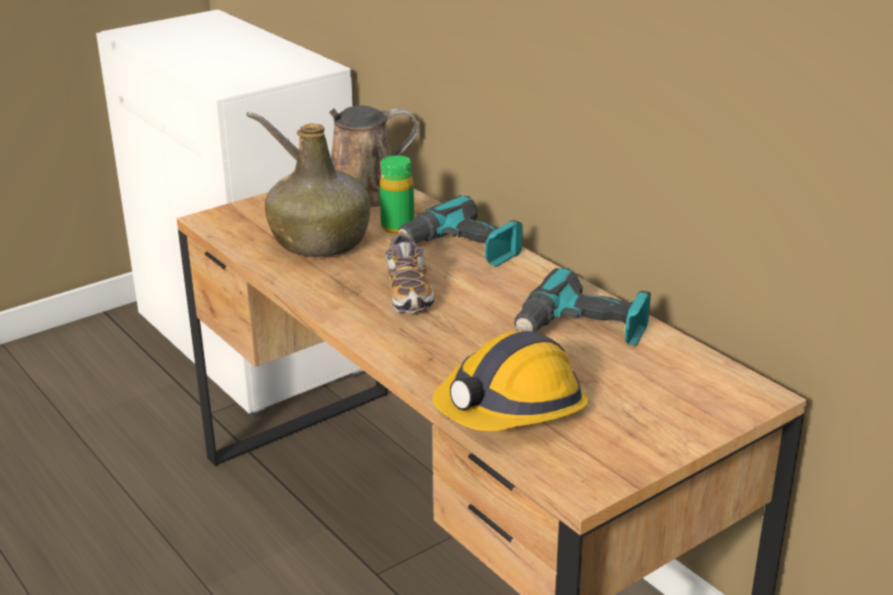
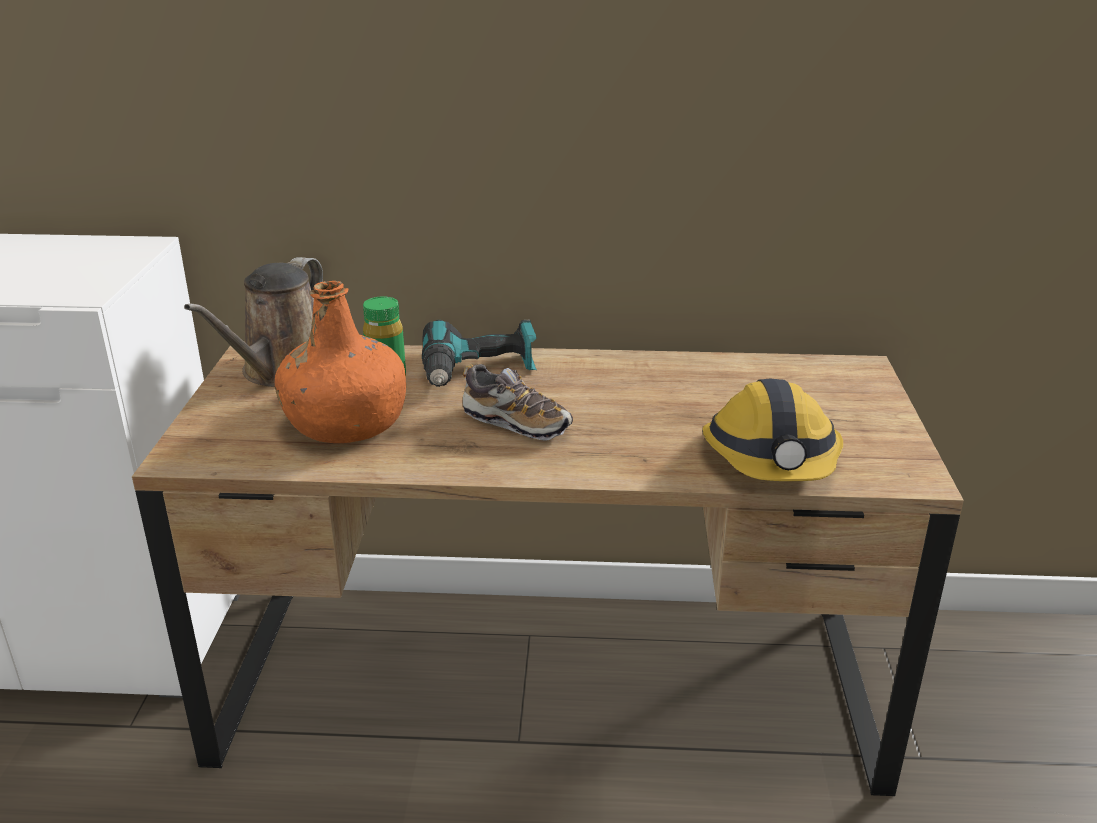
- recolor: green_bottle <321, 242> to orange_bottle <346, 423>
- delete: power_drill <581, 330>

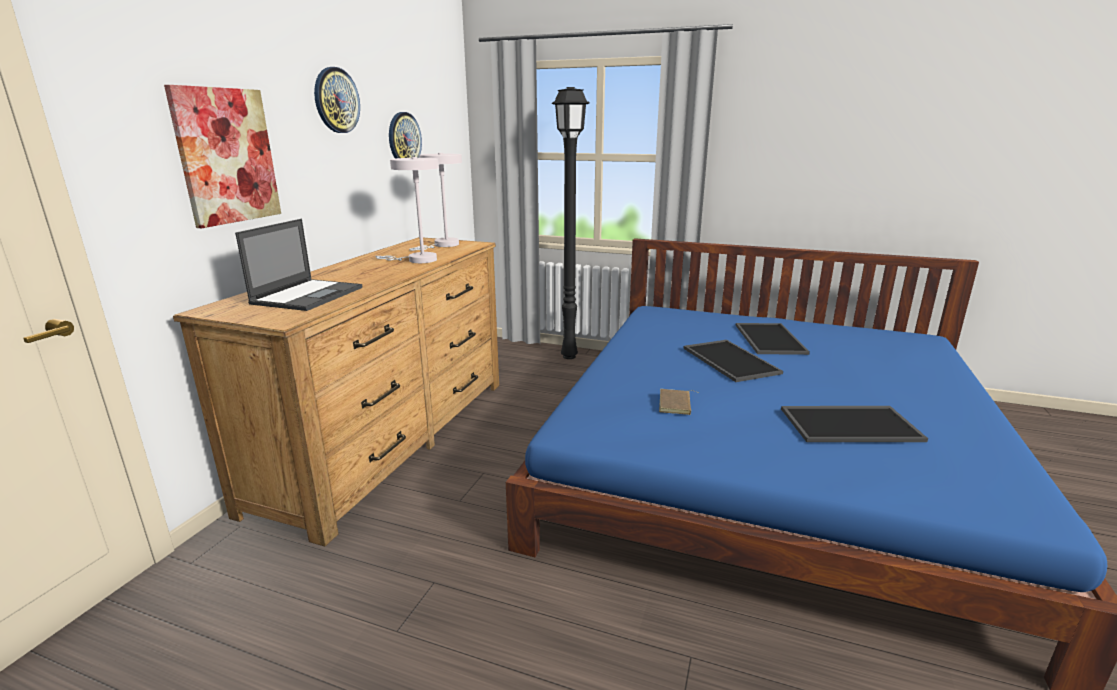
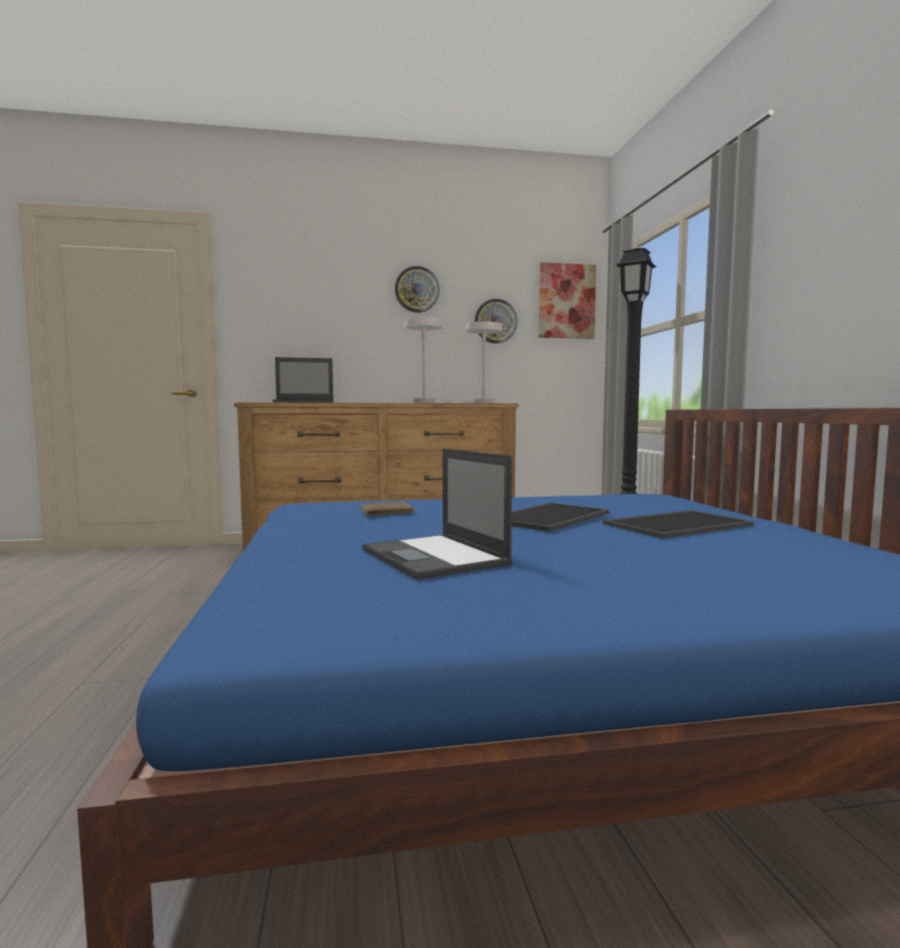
- move: picture <226, 156> to <566, 301>
- replace: tray <850, 424> to laptop <435, 557>

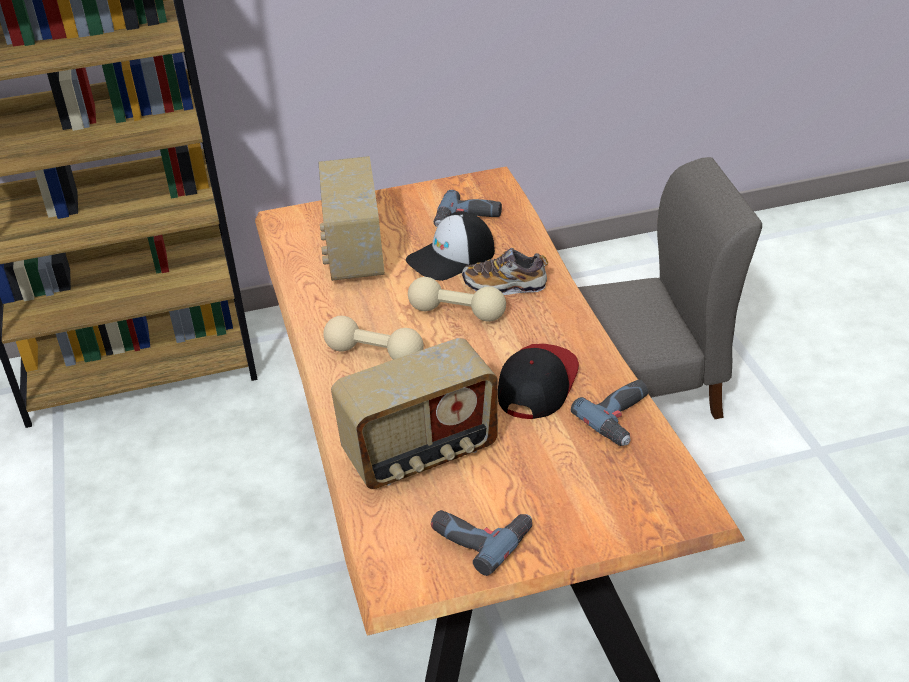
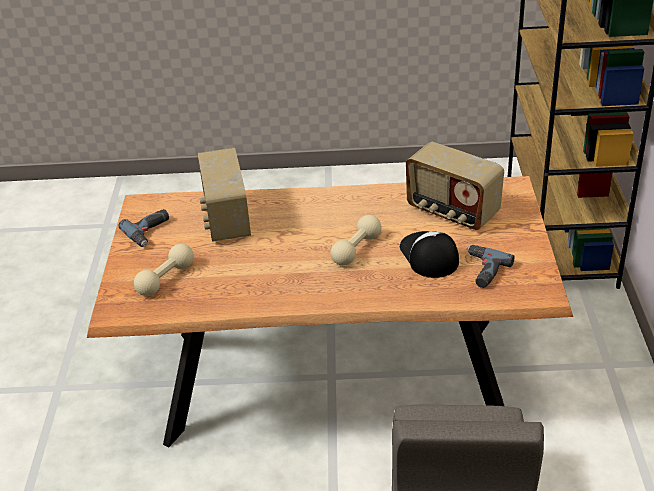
- rotate: radio <353, 254> = <452, 212> 150 degrees counterclockwise
- move: beige_dumbbell <374, 353> to <166, 279>
- delete: shoe <505, 286>
- delete: cap <536, 384>
- delete: power_drill <623, 419>

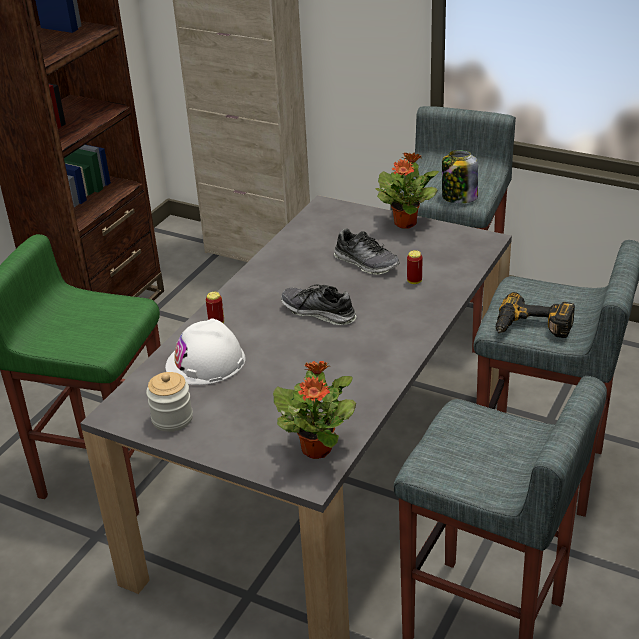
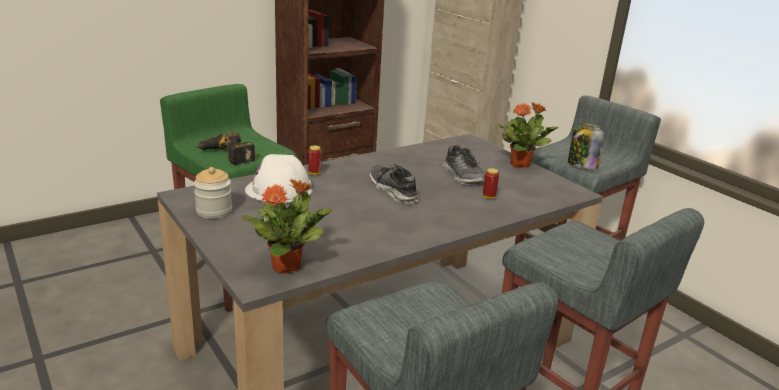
- move: power_drill <531, 328> to <226, 155>

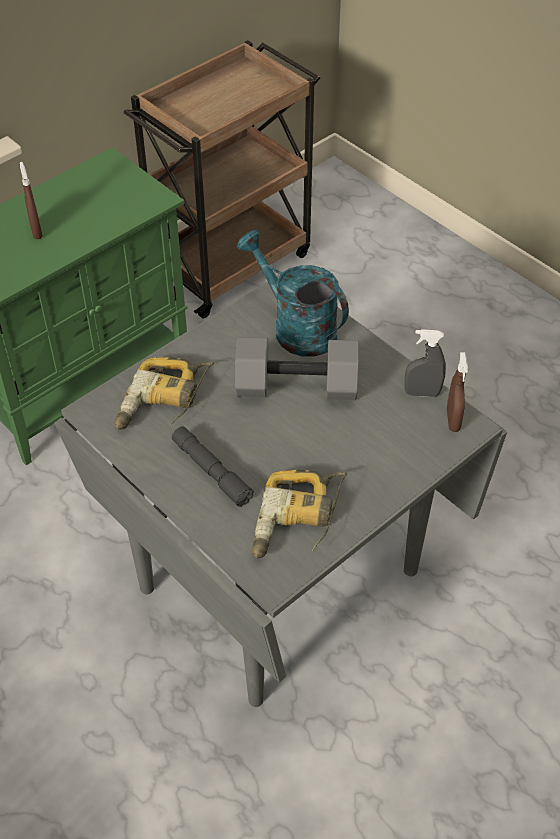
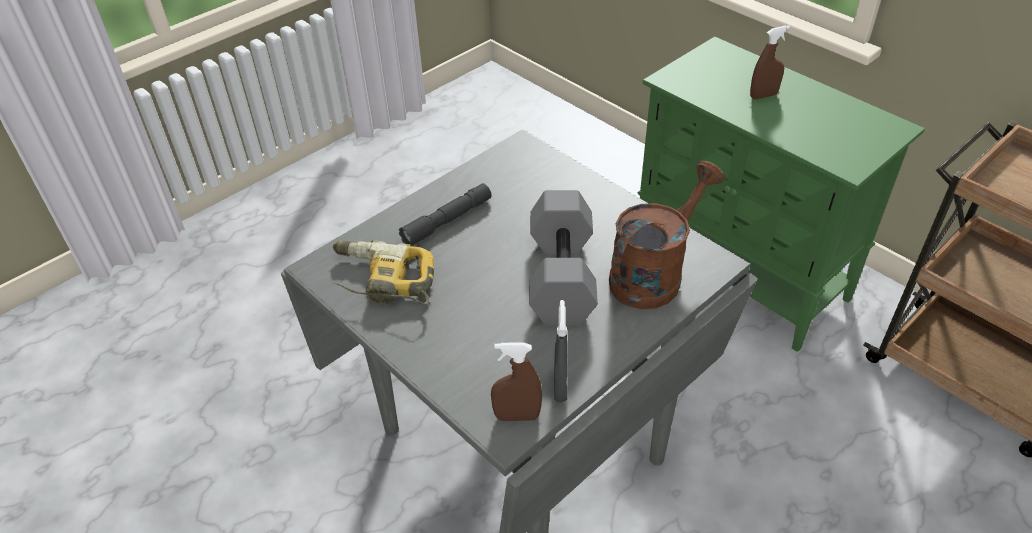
- delete: power_drill <164, 402>
- recolor: turquoise_watering_can <296, 327> to brown_watering_can <653, 274>

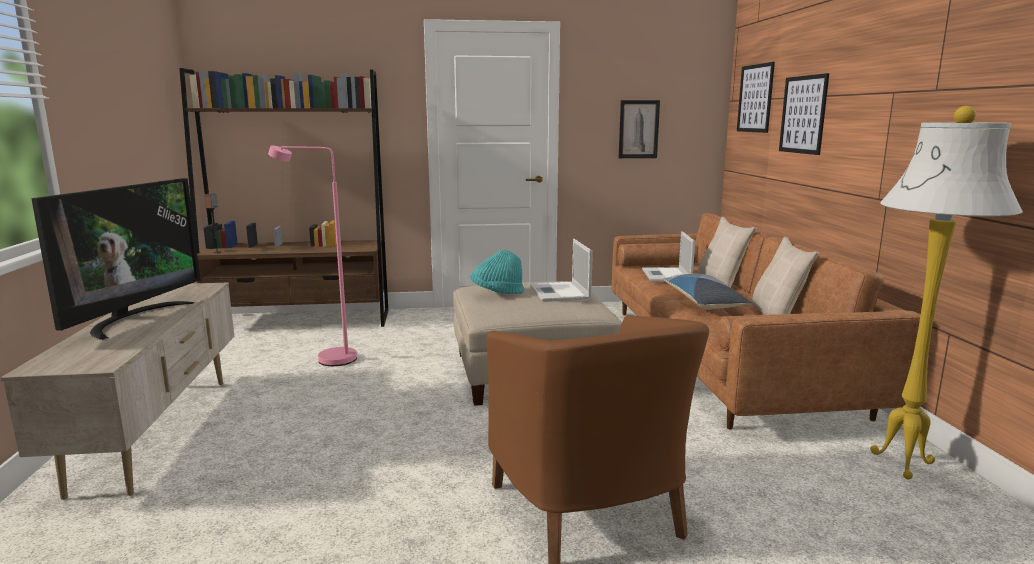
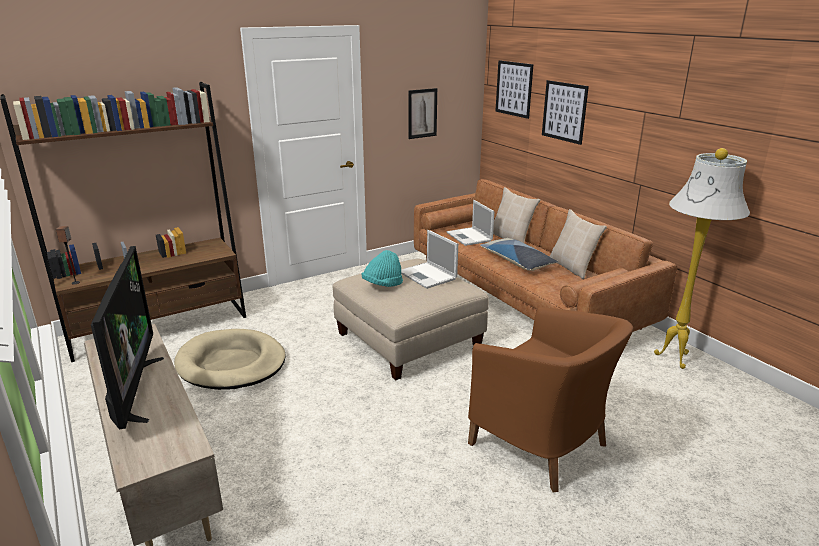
- replace: pink_floor_lamp <327, 359> to beige_dog_bed <231, 363>

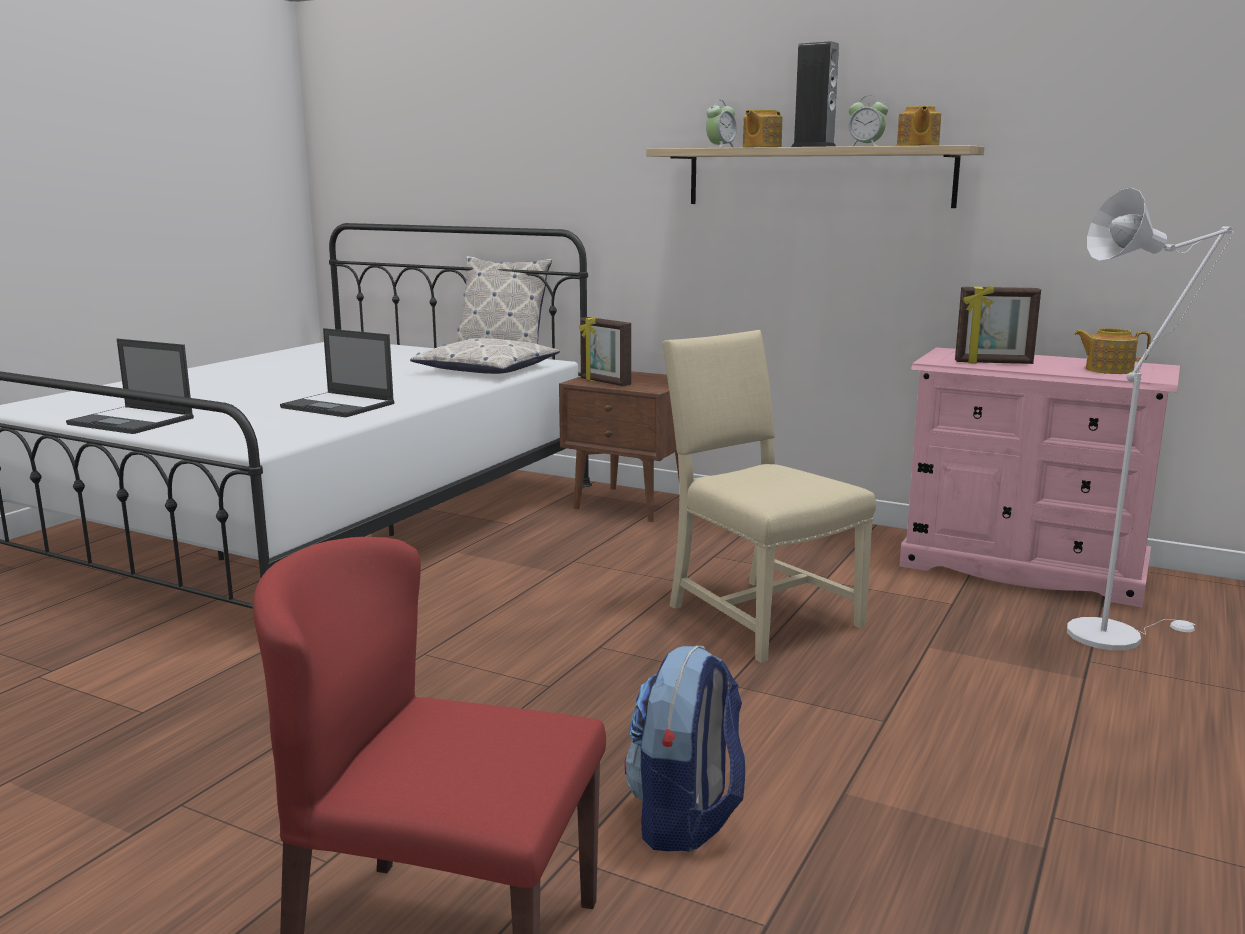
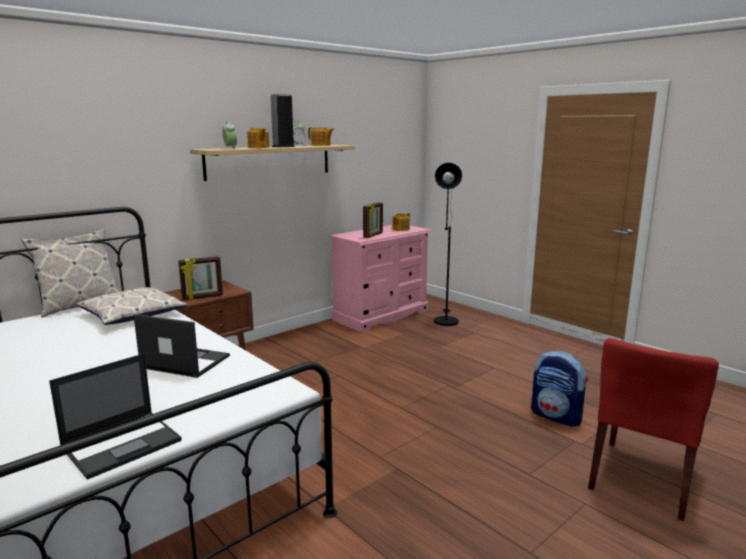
- rotate: laptop <339, 406> = <184, 362> 120 degrees counterclockwise
- delete: beige_chair <757, 615>
- recolor: white_floor_lamp <1113, 633> to black_floor_lamp <445, 320>

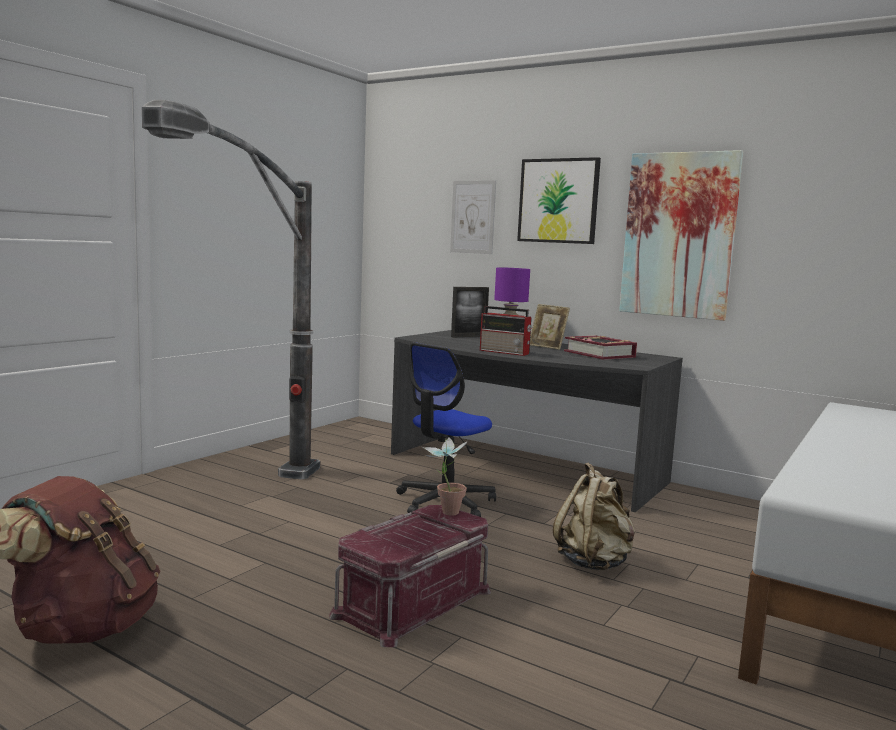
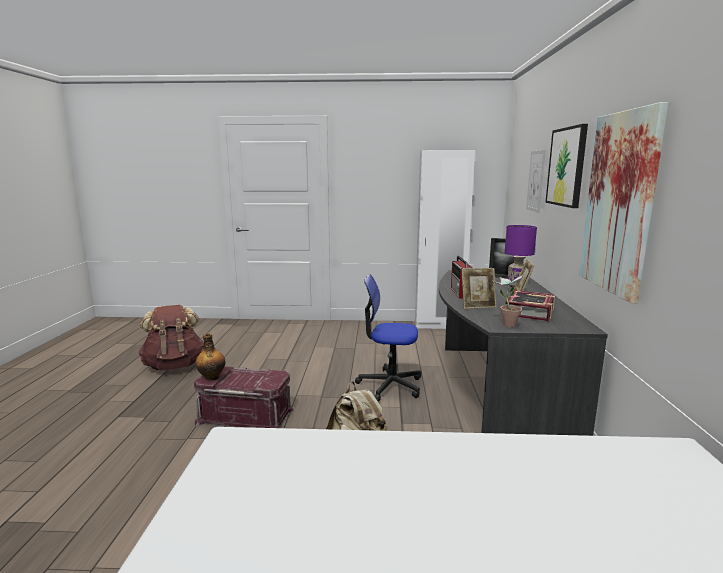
- delete: floor_lamp <250, 509>
- move: potted_plant <444, 512> to <506, 324>
- insert: bottle <212, 377>
- insert: white_wardrobe <439, 325>
- insert: picture_frame <477, 306>

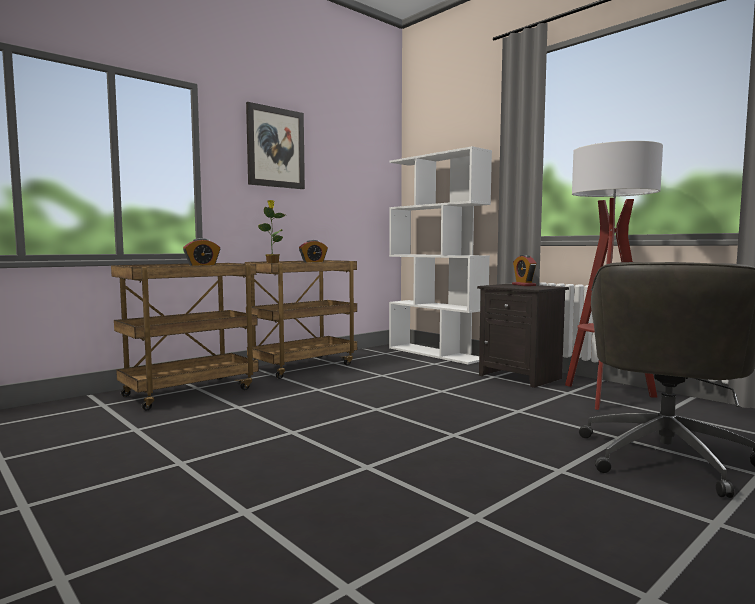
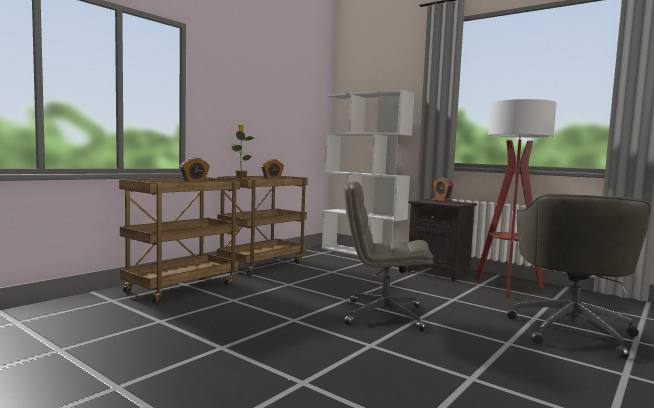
- delete: picture <275, 147>
- insert: grey_office_chair <383, 315>

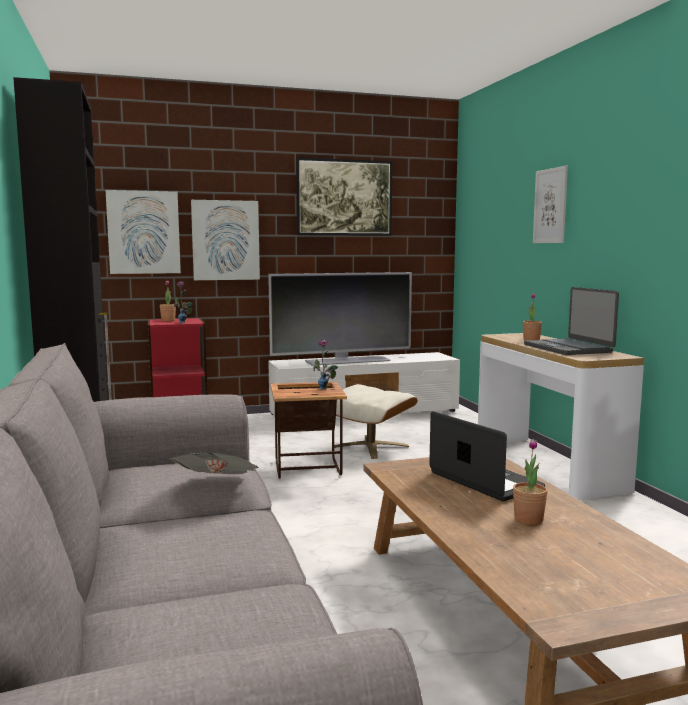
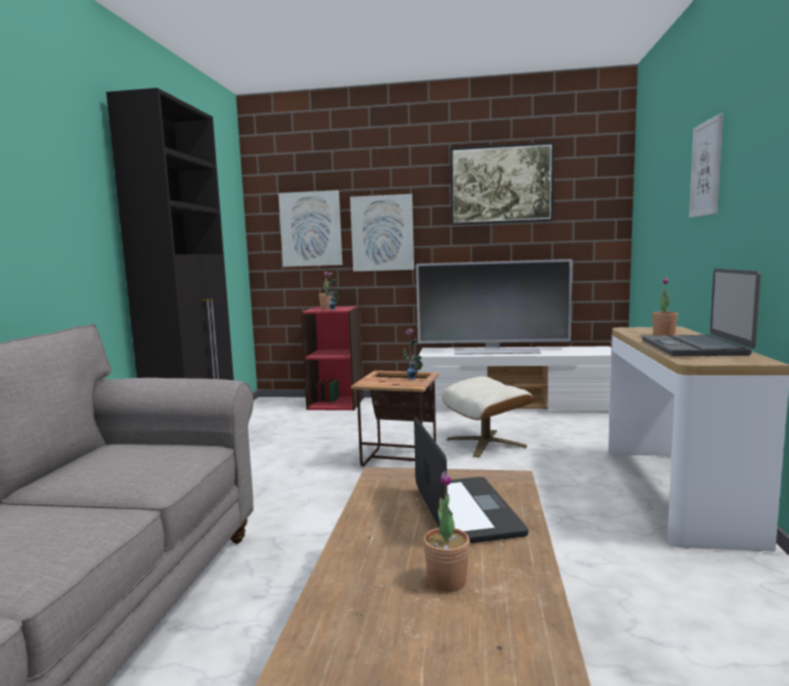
- delete: newspaper <217, 488>

